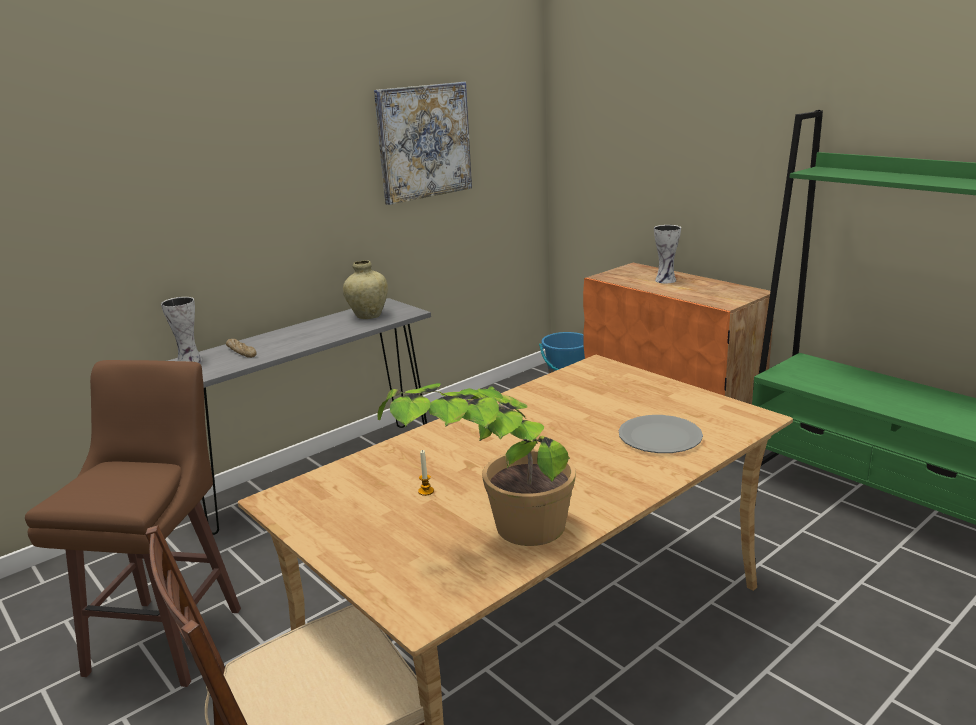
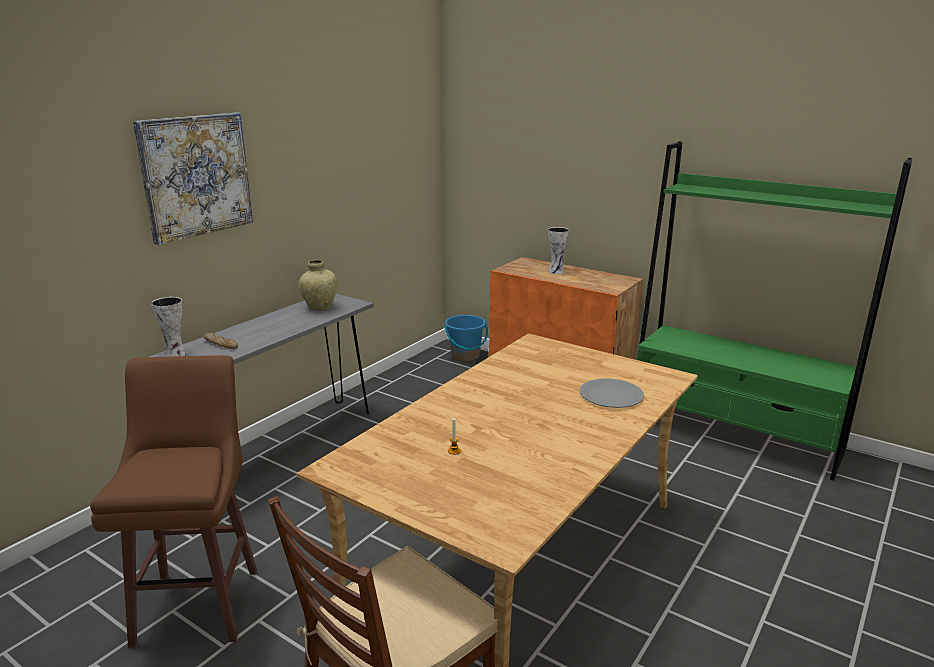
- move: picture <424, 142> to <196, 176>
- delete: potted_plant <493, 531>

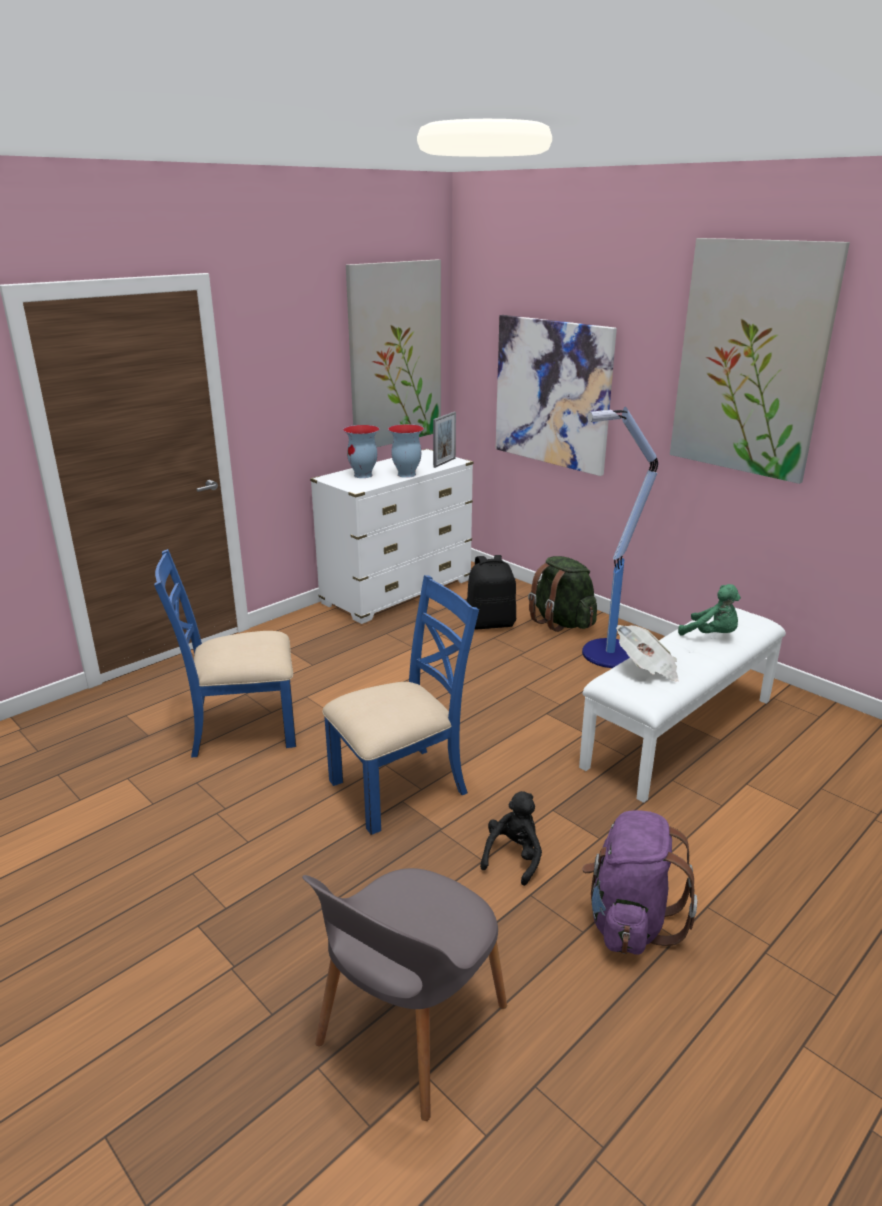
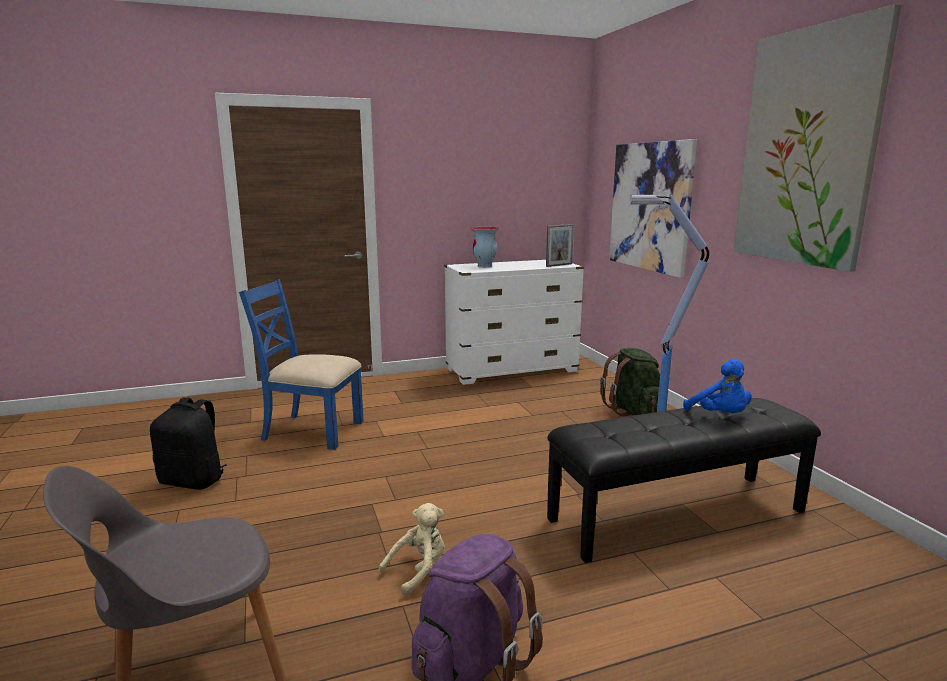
- delete: blue_chair <400, 787>
- delete: picture <395, 355>
- delete: vase <406, 474>
- move: black_backpack <490, 623> to <193, 481>
- recolor: black_plush_toy <513, 857> to beige_plush_toy <418, 571>
- recolor: white_bench <681, 733> to black_bench <677, 516>
- delete: newspaper <647, 668>
- recolor: green_plush_toy <711, 635> to blue_plush_toy <720, 416>

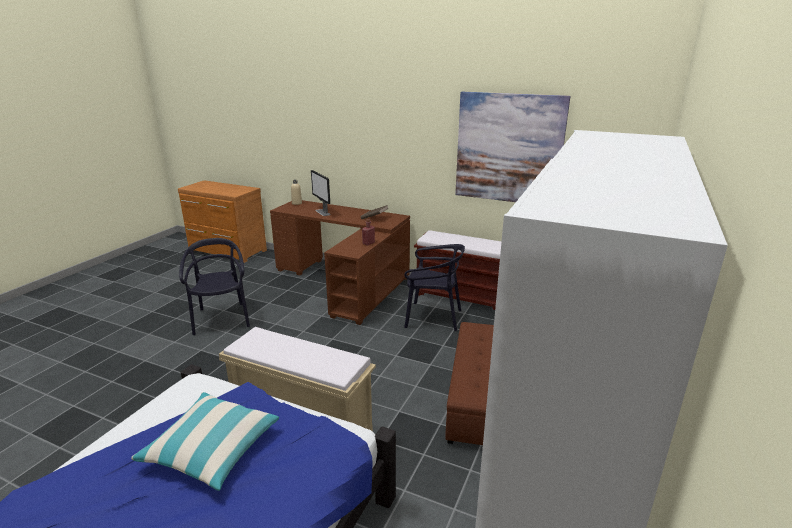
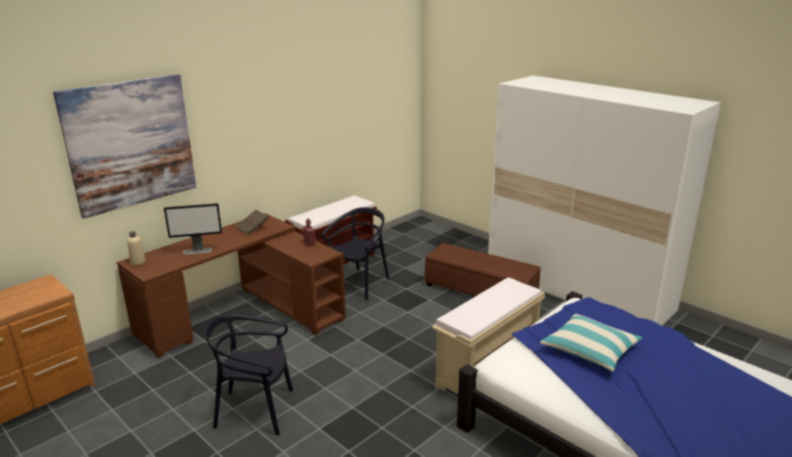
- move: picture <508, 148> to <130, 144>

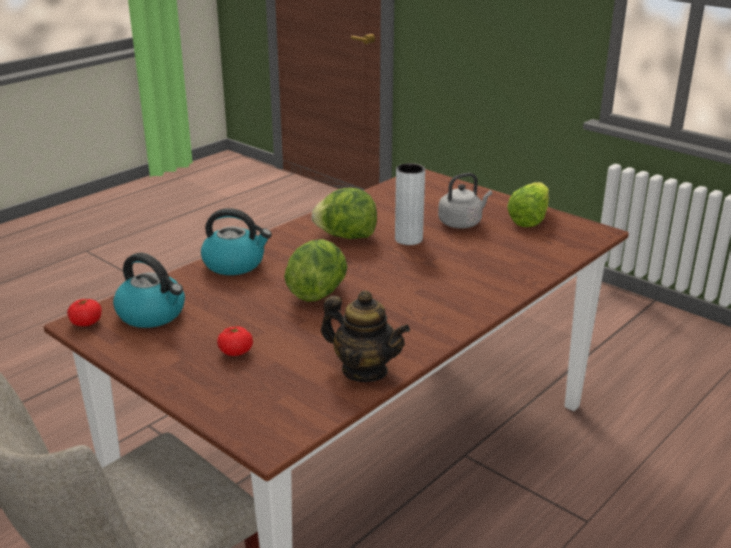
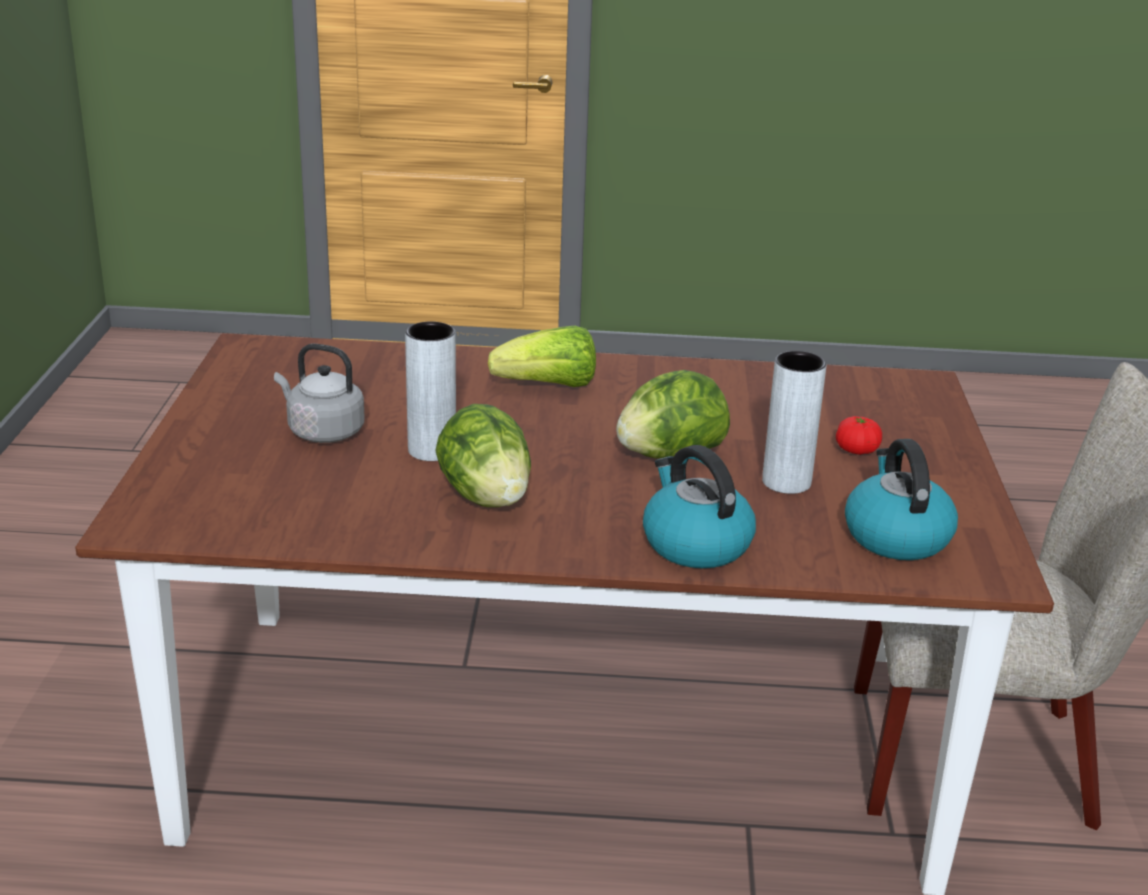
- delete: tomato <86, 322>
- delete: teapot <364, 370>
- move: lettuce <529, 219> to <548, 386>
- insert: grey_vase <786, 482>

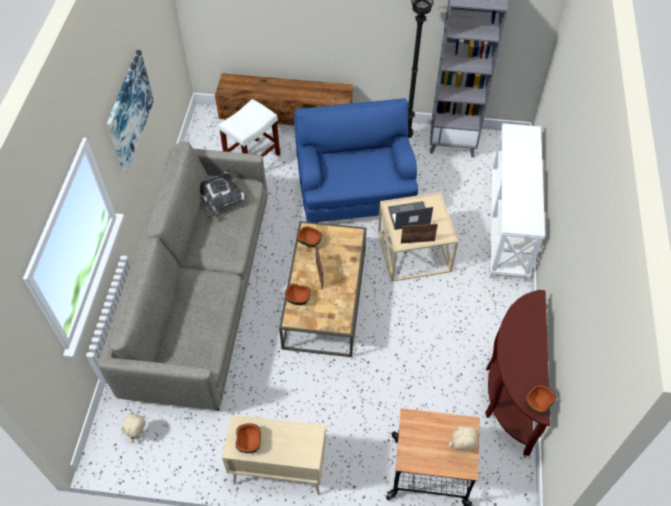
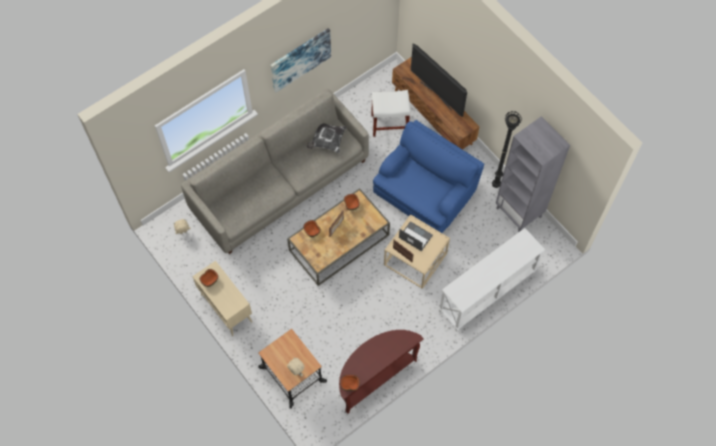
- insert: television <436, 95>

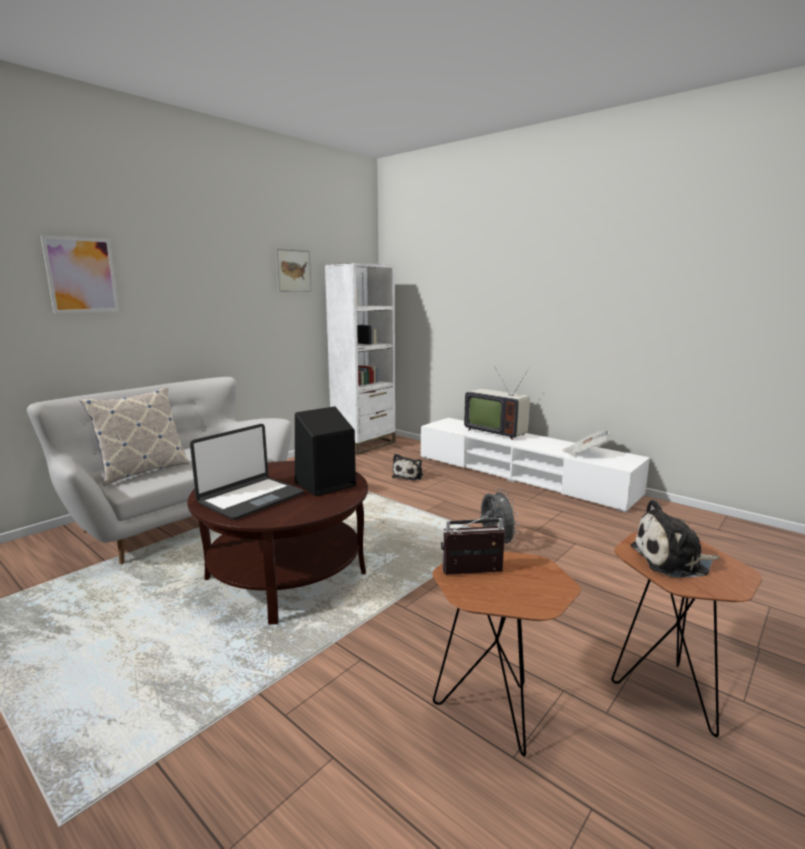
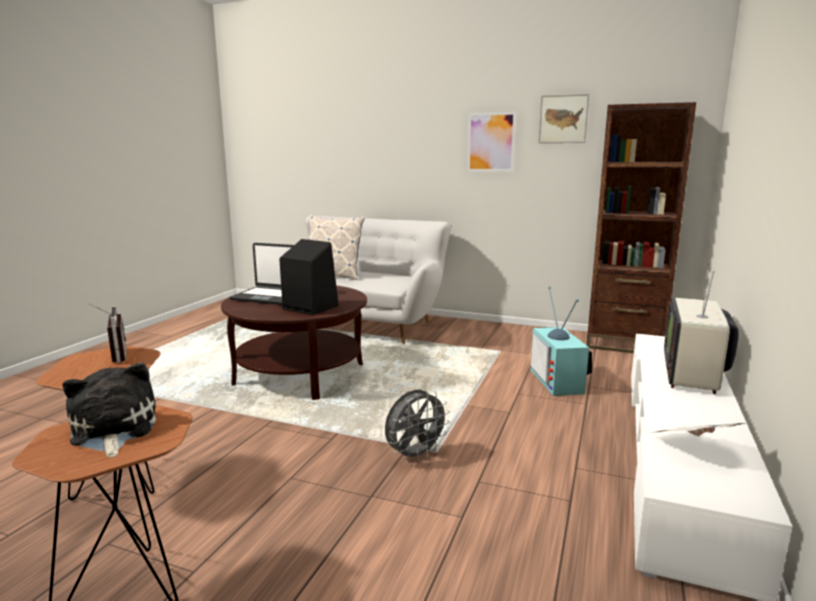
- move: picture <82, 275> to <491, 142>
- recolor: white_bookcase <364, 444> to brown_bookcase <624, 344>
- replace: plush_toy <409, 476> to television <560, 381>

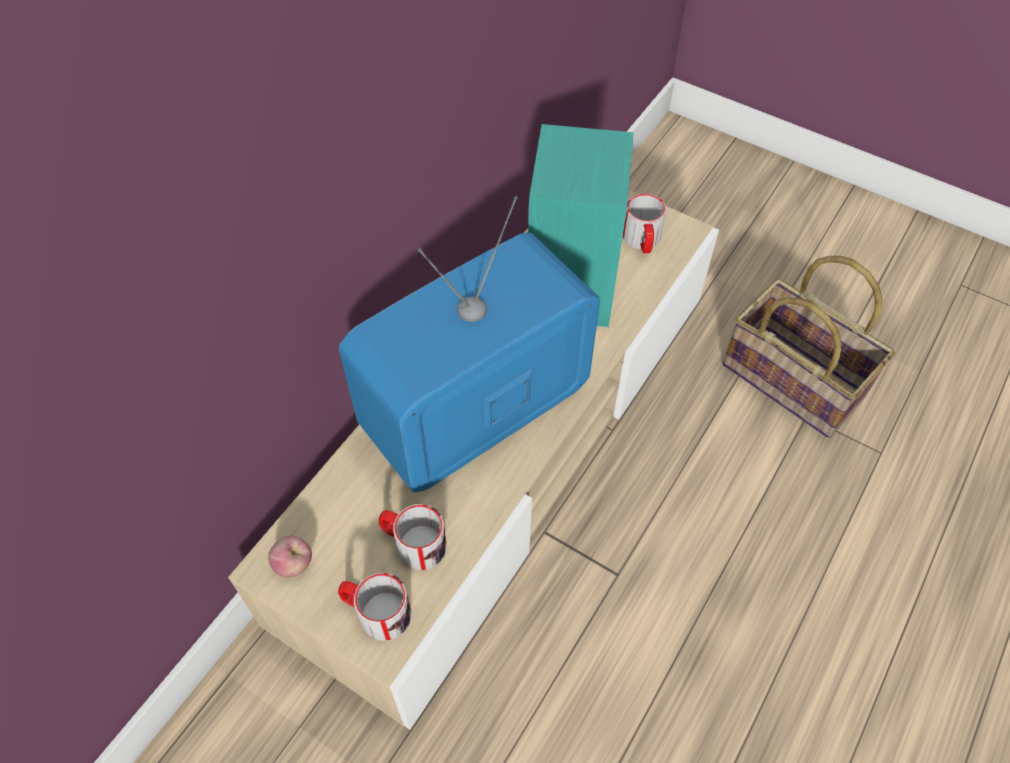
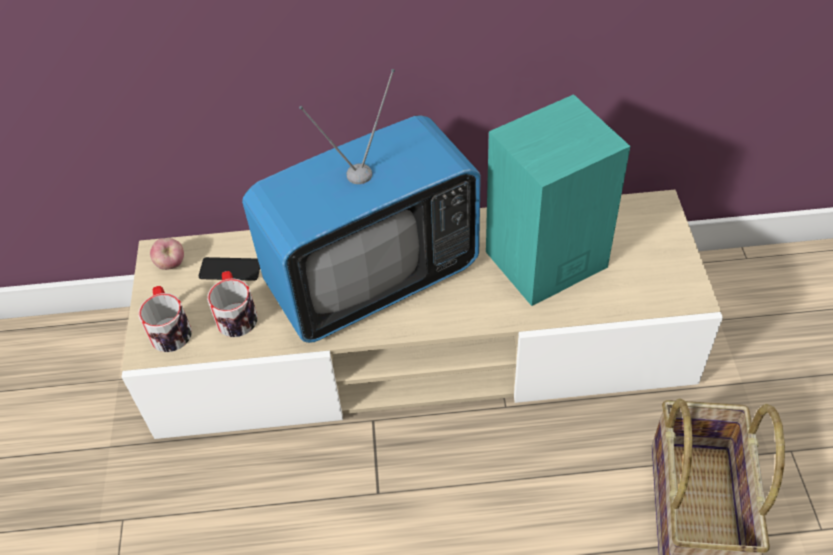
- rotate: television <477, 412> = <372, 279> 135 degrees clockwise
- delete: mug <642, 240>
- insert: phone <230, 269>

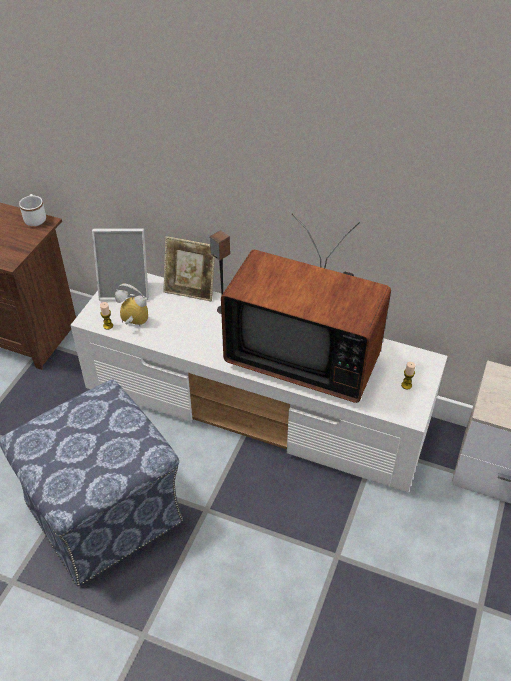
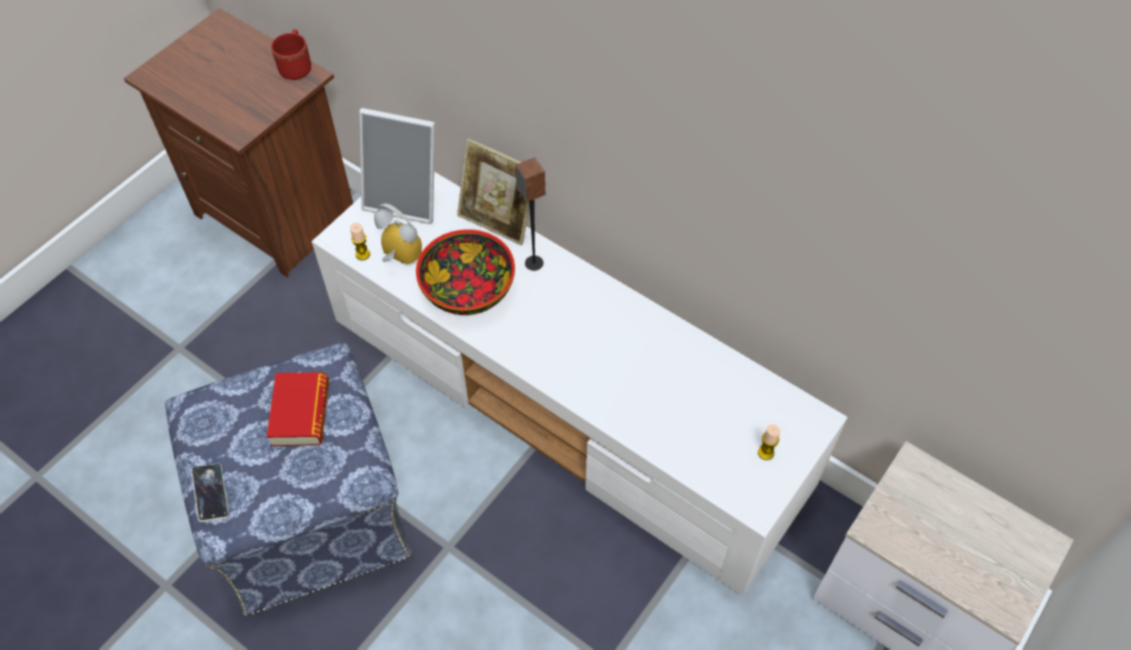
- recolor: white_mug <35, 218> to red_mug <296, 66>
- delete: television <304, 355>
- insert: phone <211, 494>
- insert: book <300, 413>
- insert: bowl <468, 290>

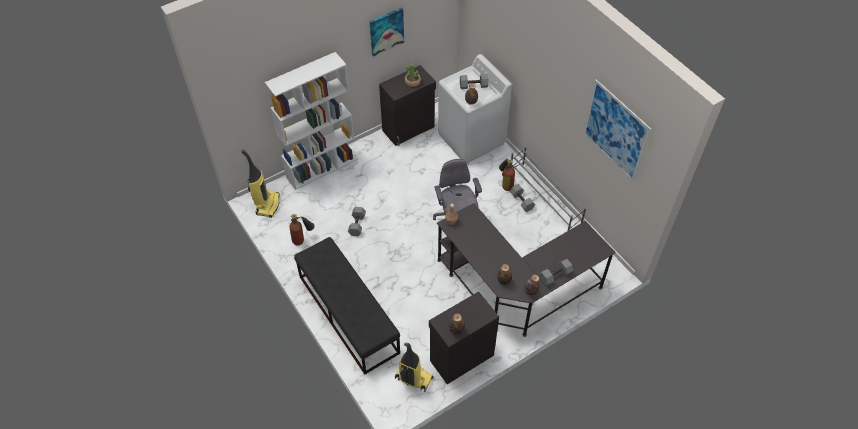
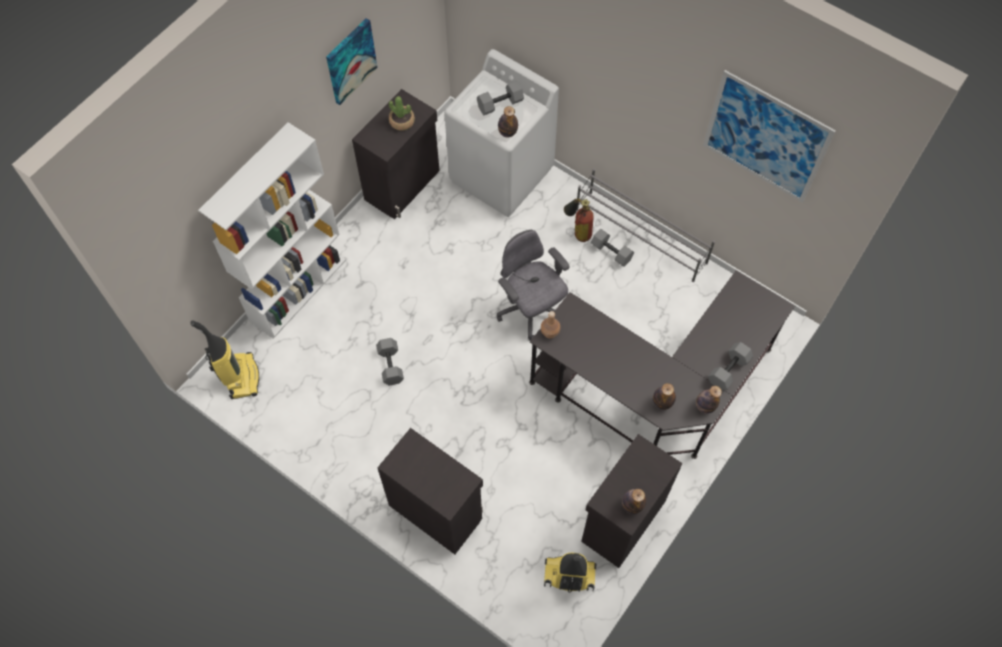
- delete: fire_extinguisher <303, 239>
- replace: black_bench <348, 314> to black_cabinet <436, 510>

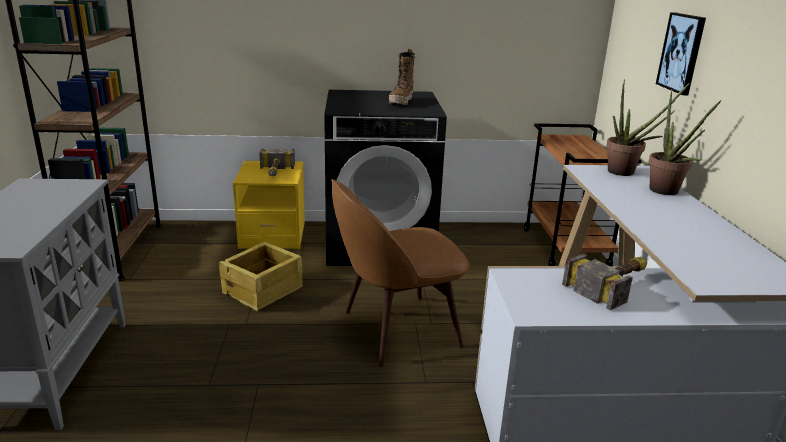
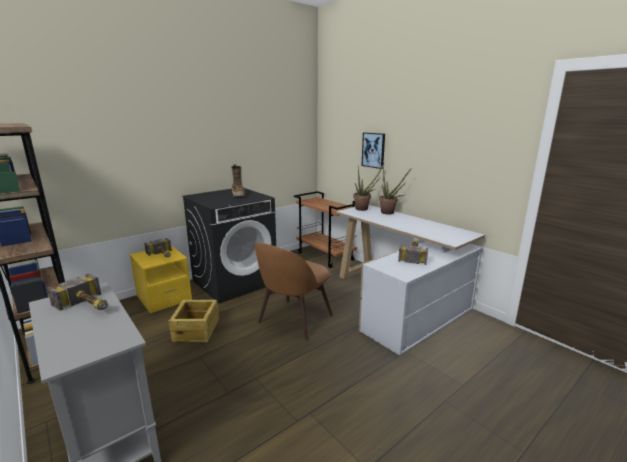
- insert: hammer <89, 306>

